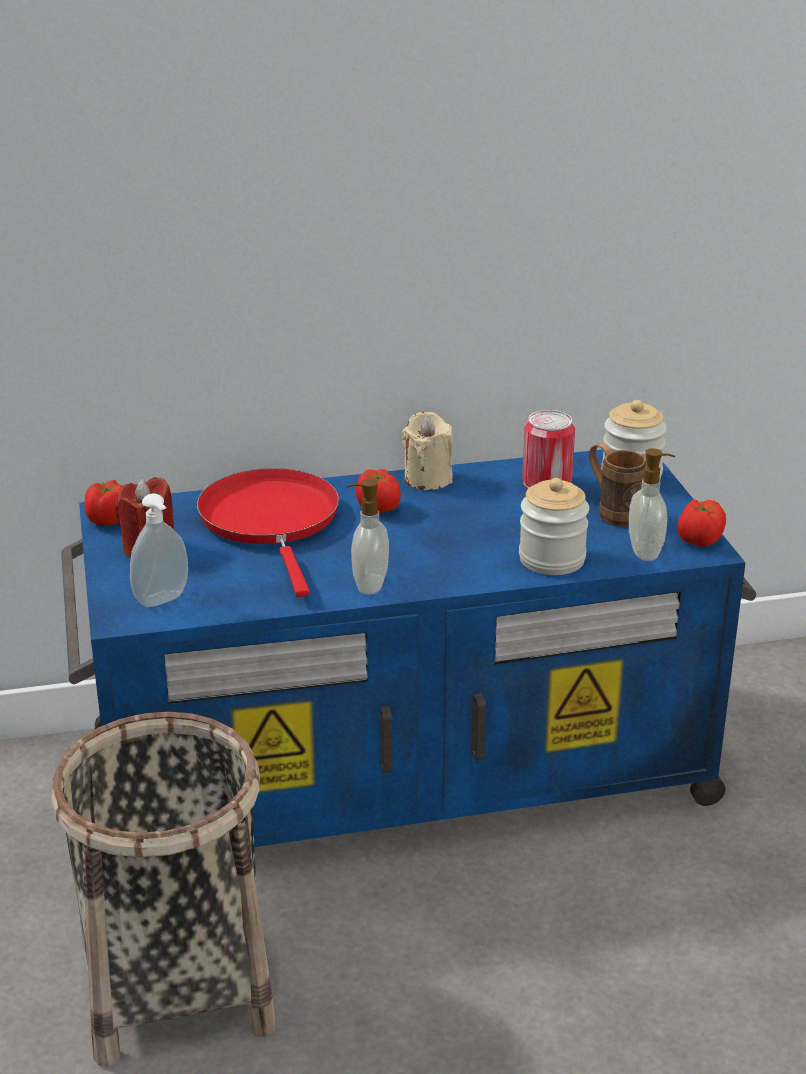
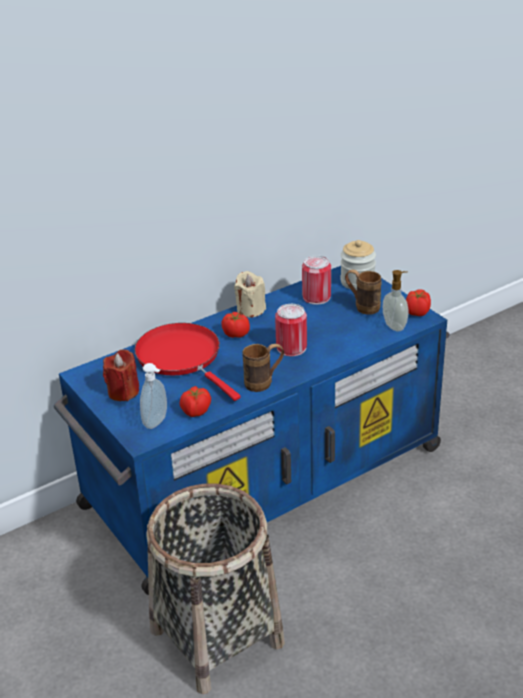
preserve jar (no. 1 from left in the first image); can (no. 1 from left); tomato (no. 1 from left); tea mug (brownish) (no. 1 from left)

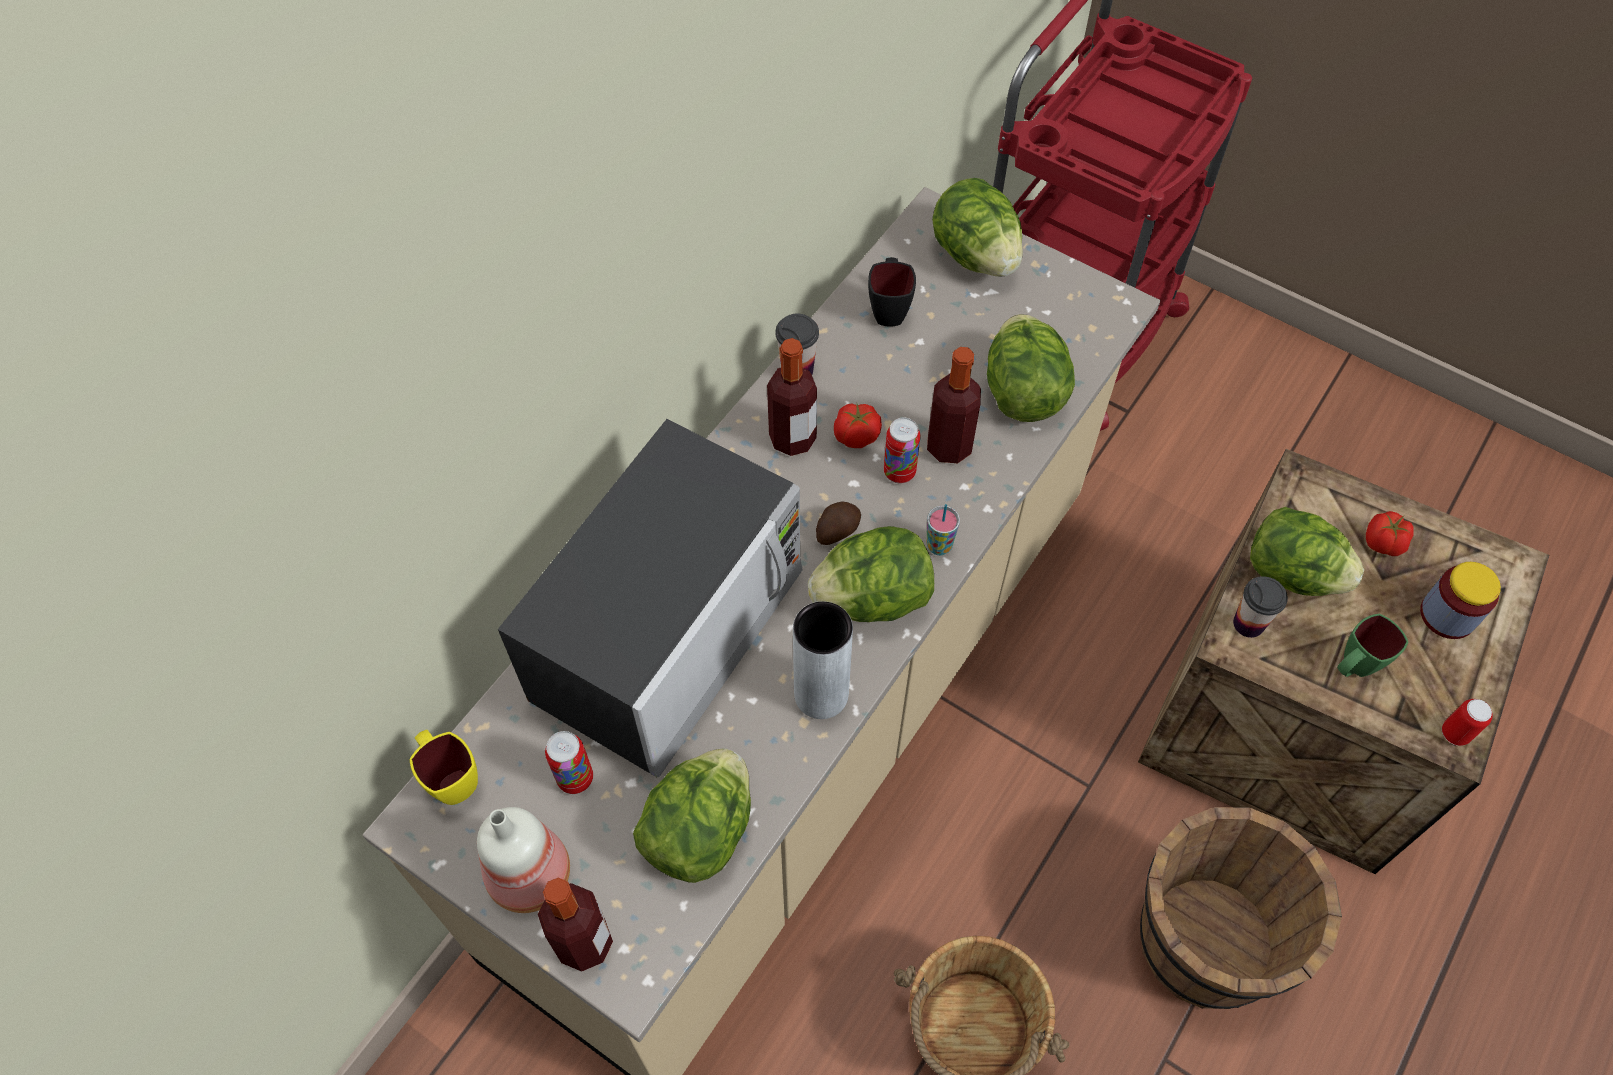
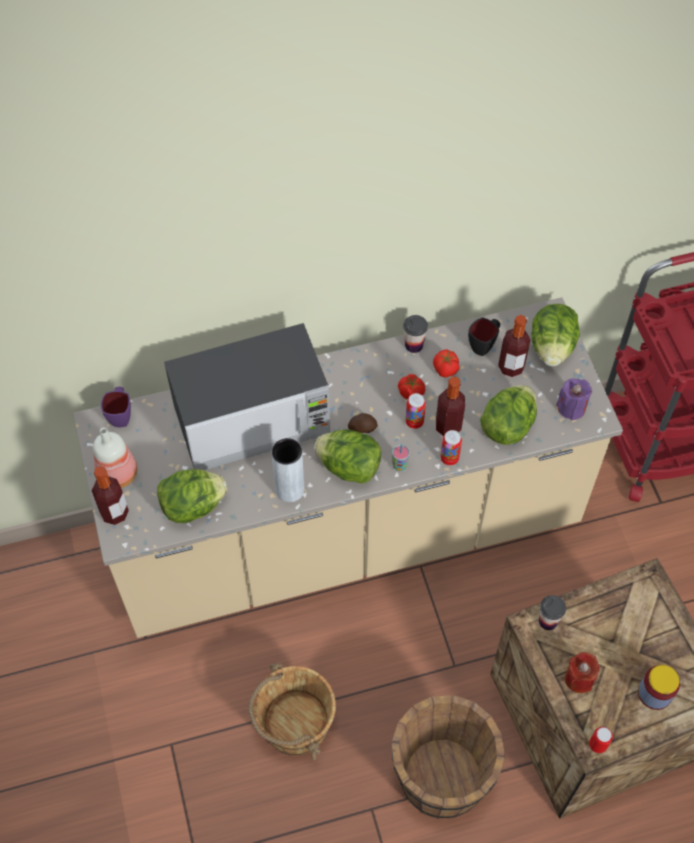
lettuce (no. 5 from left in the first image); wax light (purple); can (no. 2 from left); drink bottle (no. 4 from left); tomato (no. 2 from left); wax light (red-coloured); tea mug (purple)

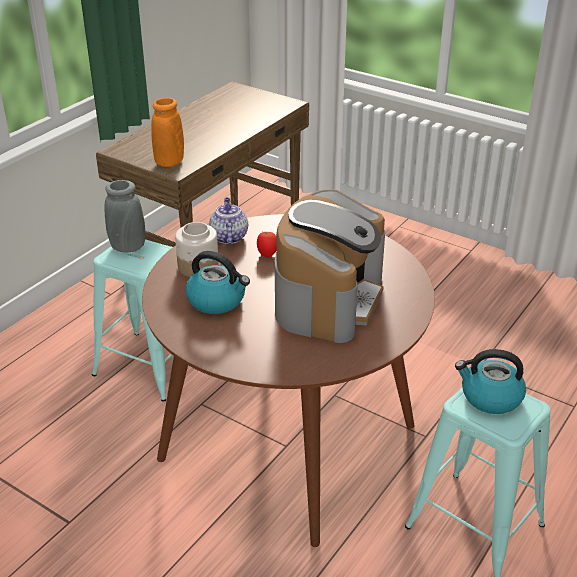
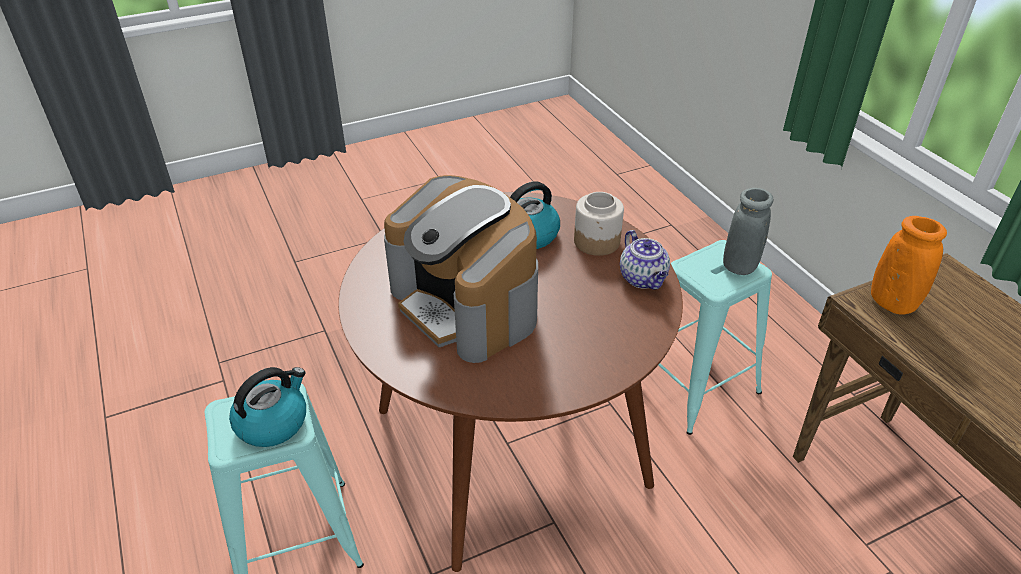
tomato; pot for tea

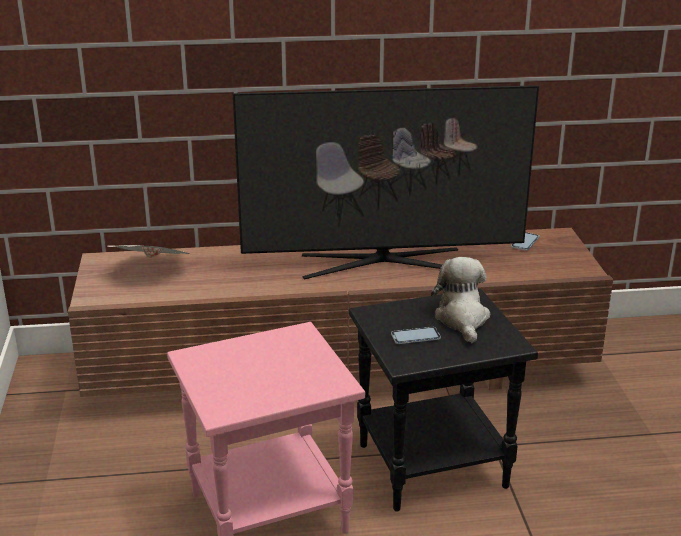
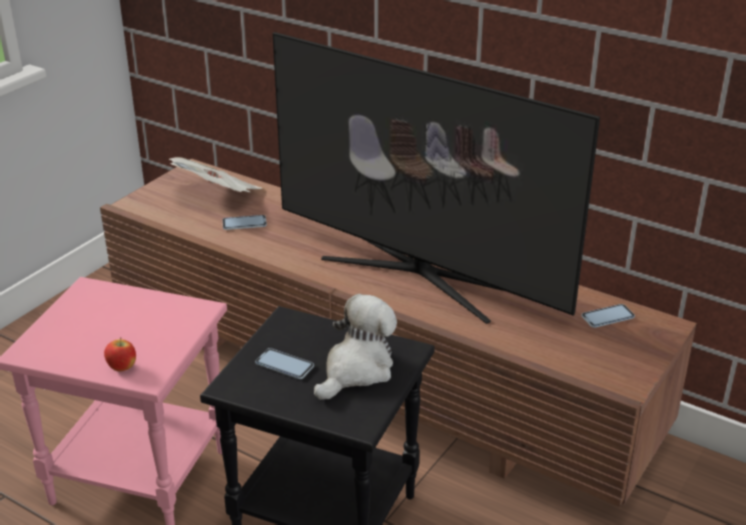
apple fruit; handset (no. 1 from left)

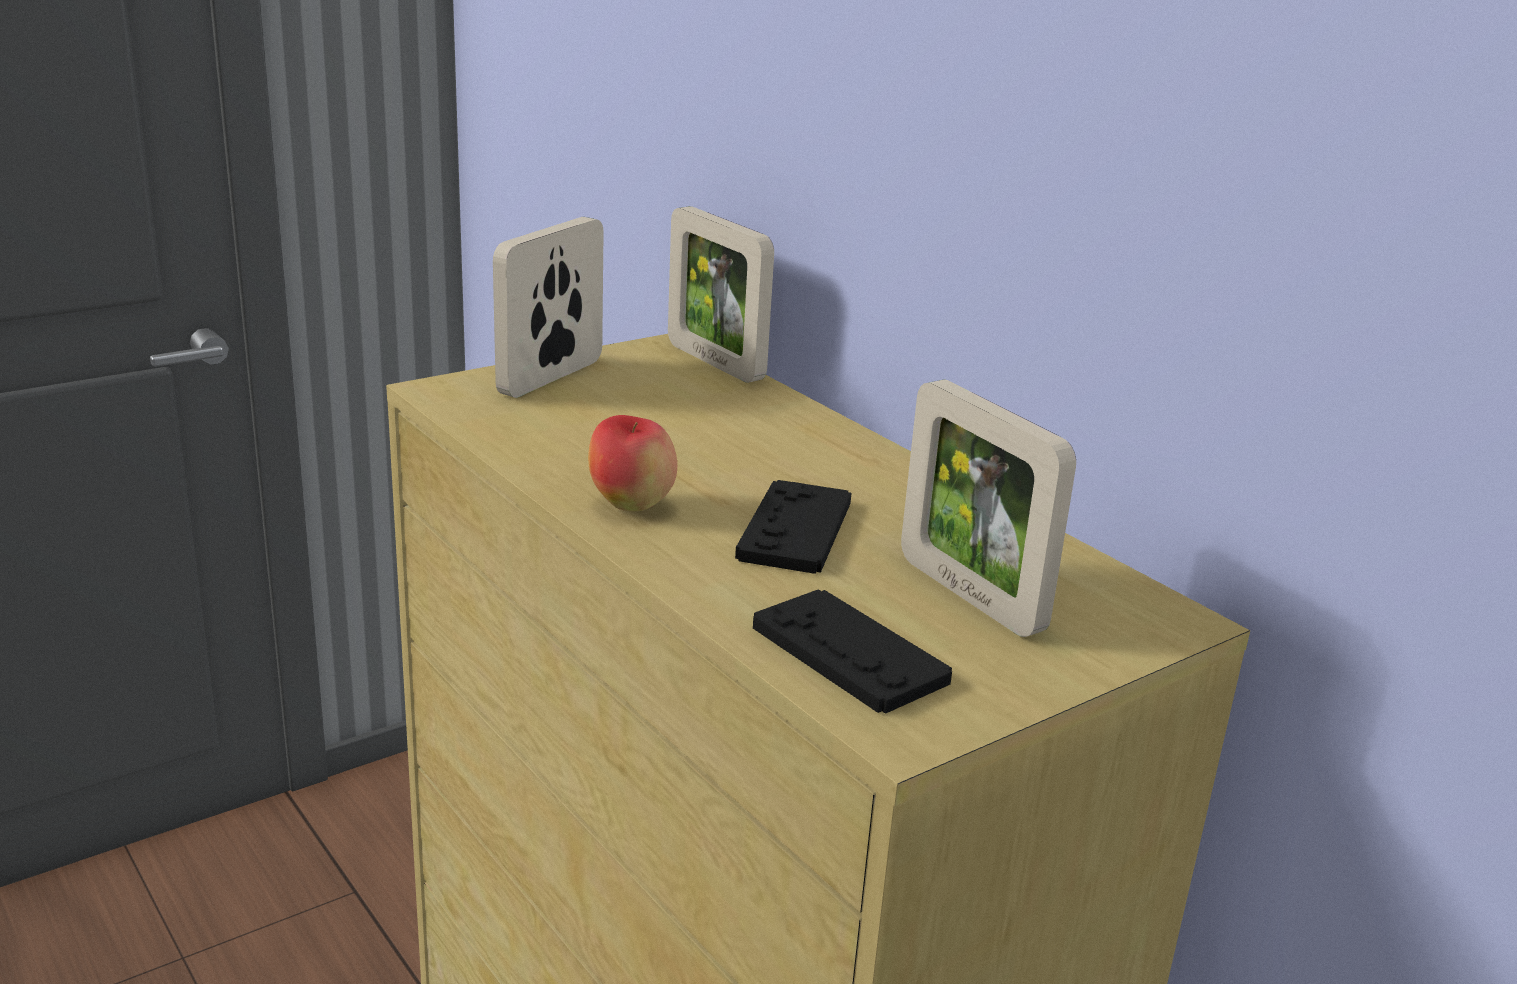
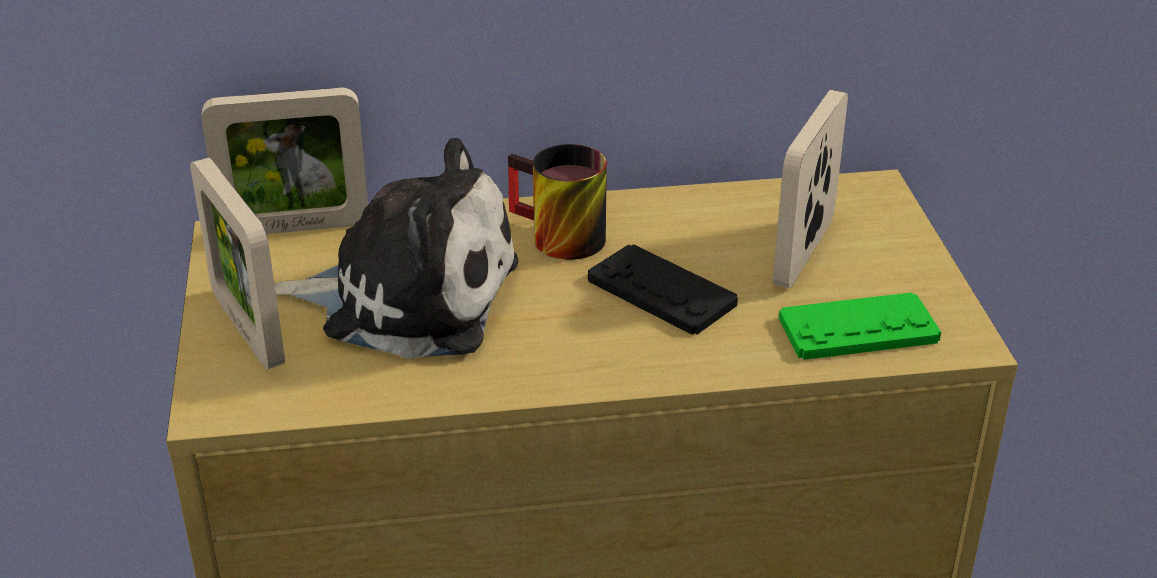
apple fruit; soft toy; tea mug; gamepad (greenish); picture frame (no. 3 from left)

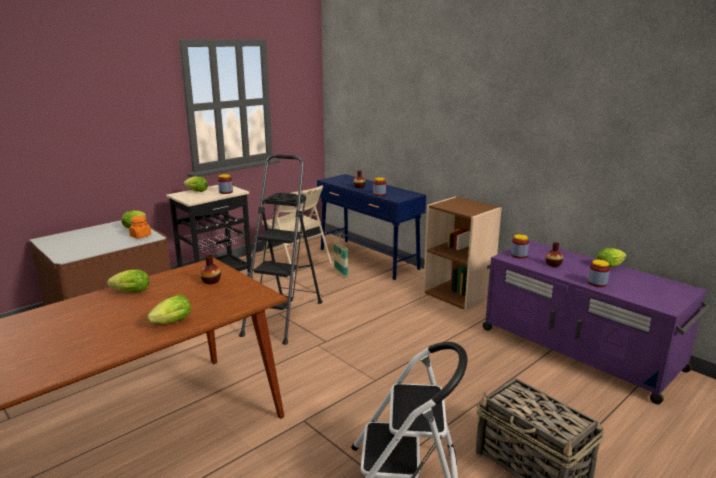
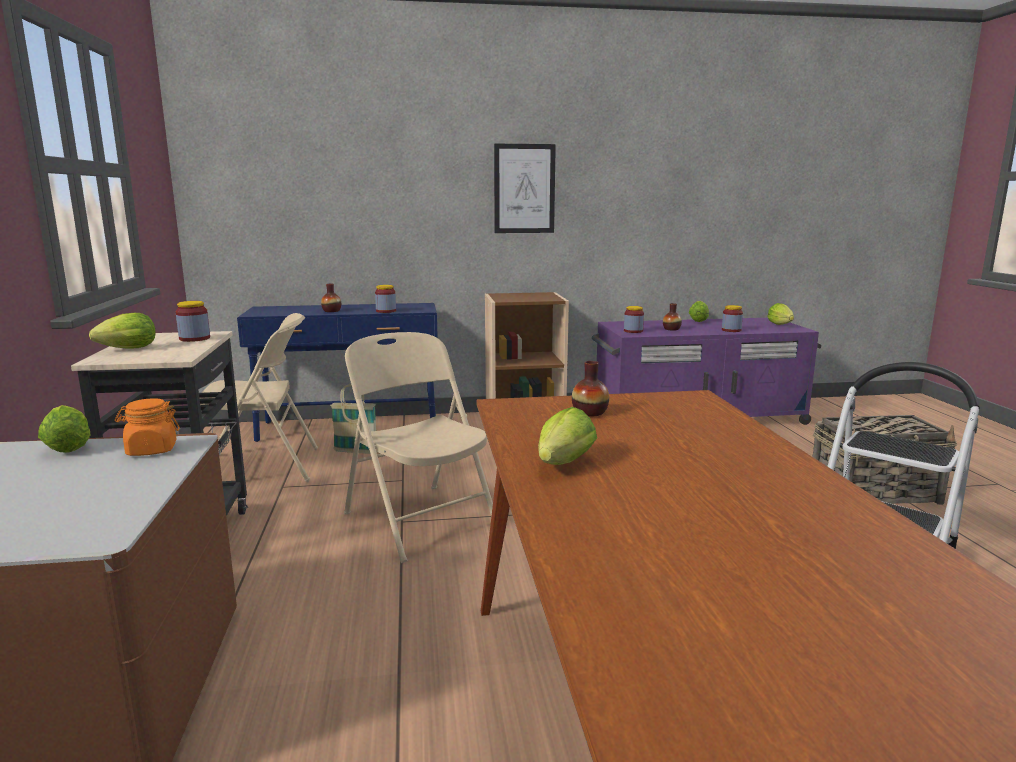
picture; lettuce (no. 5 from left); plain chair (beige-coloured) (no. 2 from left)

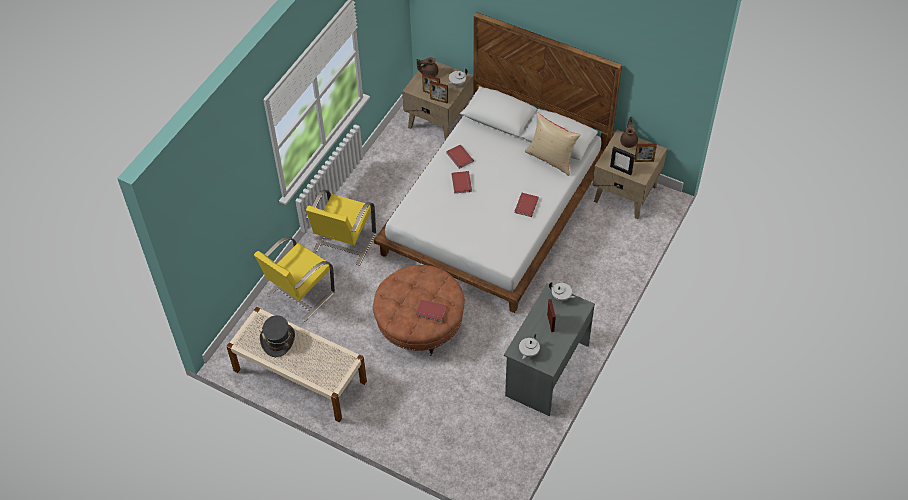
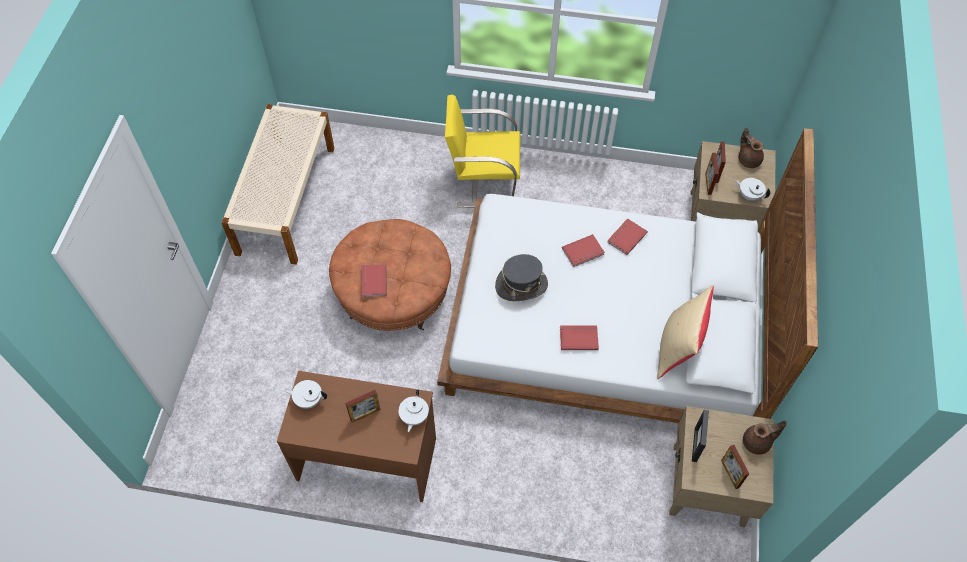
plain chair (yellow) (no. 1 from left in the first image); wearable hat (greyish); desk unit (brownish)

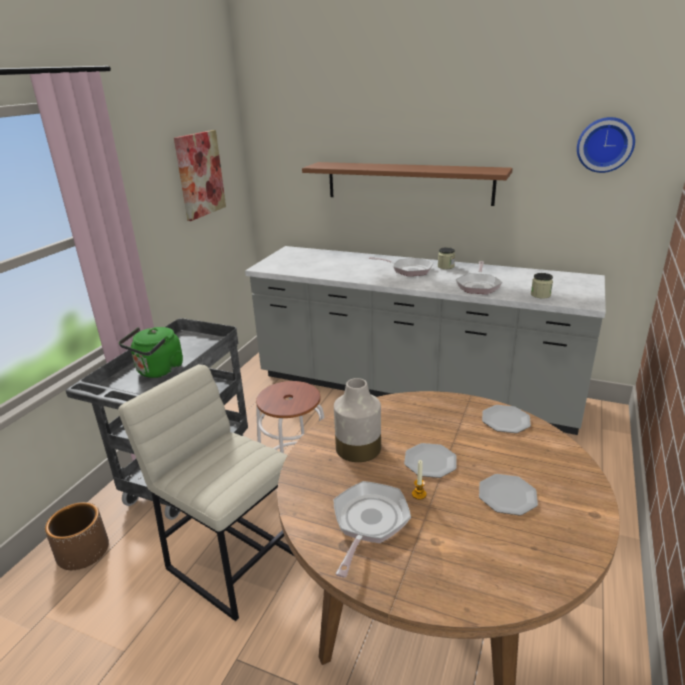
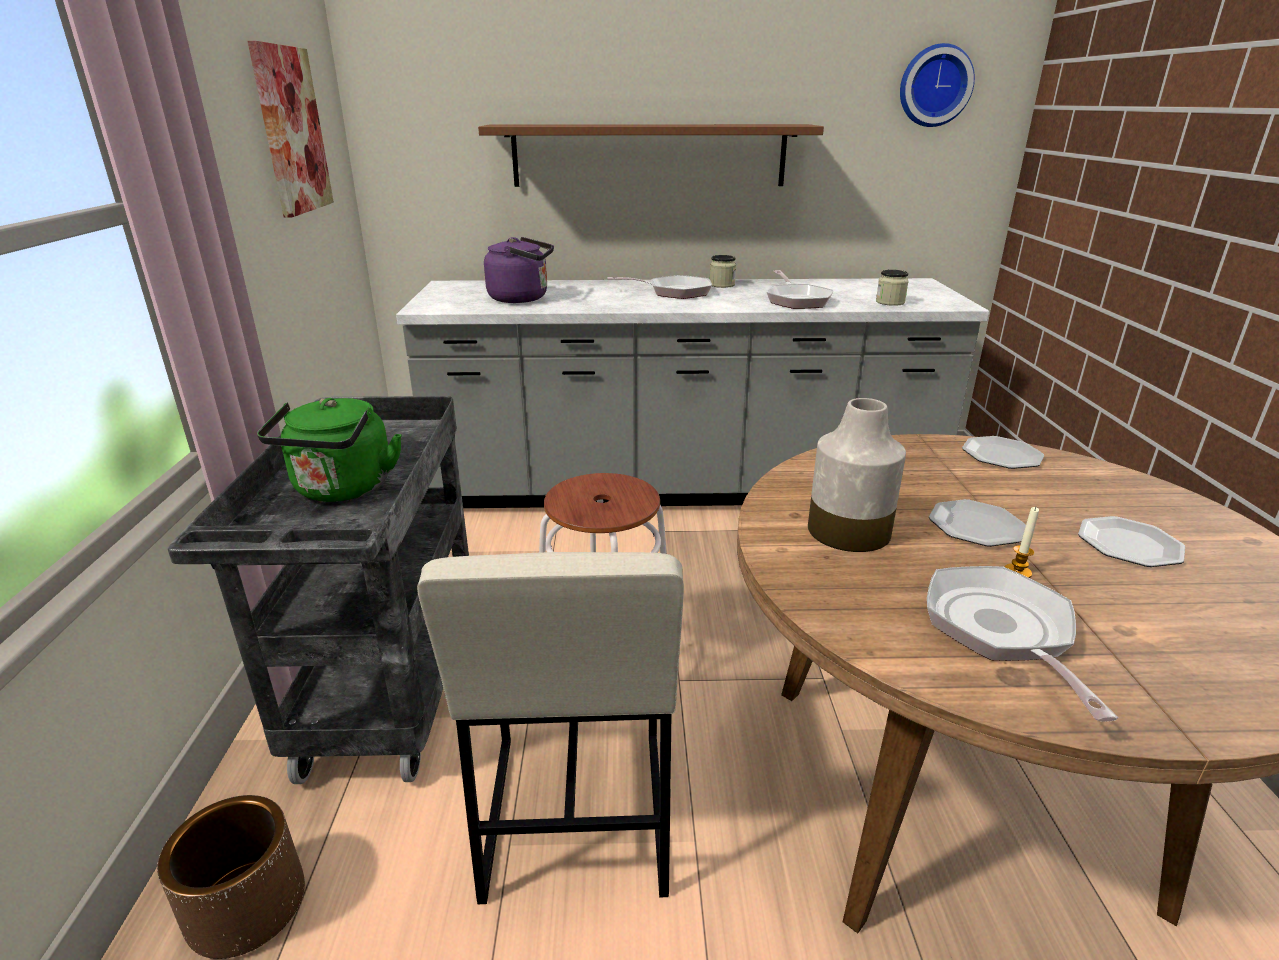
kettle (purple); plain chair (beige-coloured)

